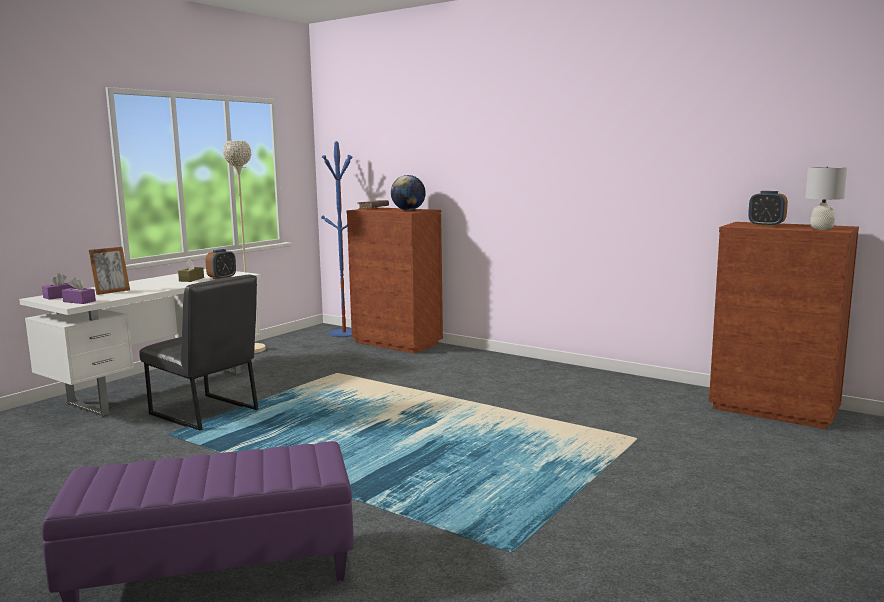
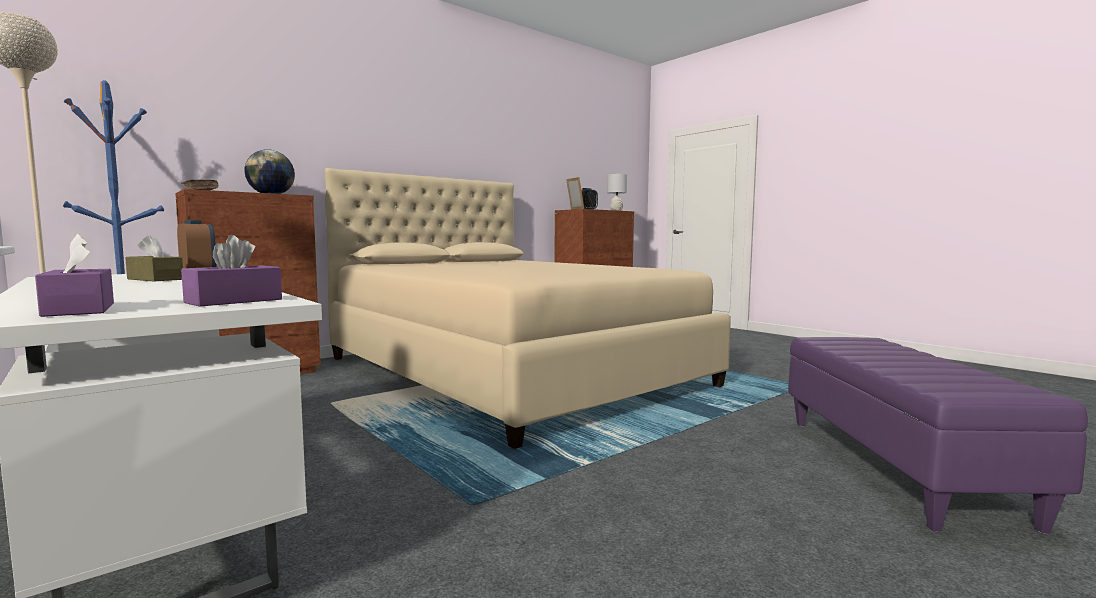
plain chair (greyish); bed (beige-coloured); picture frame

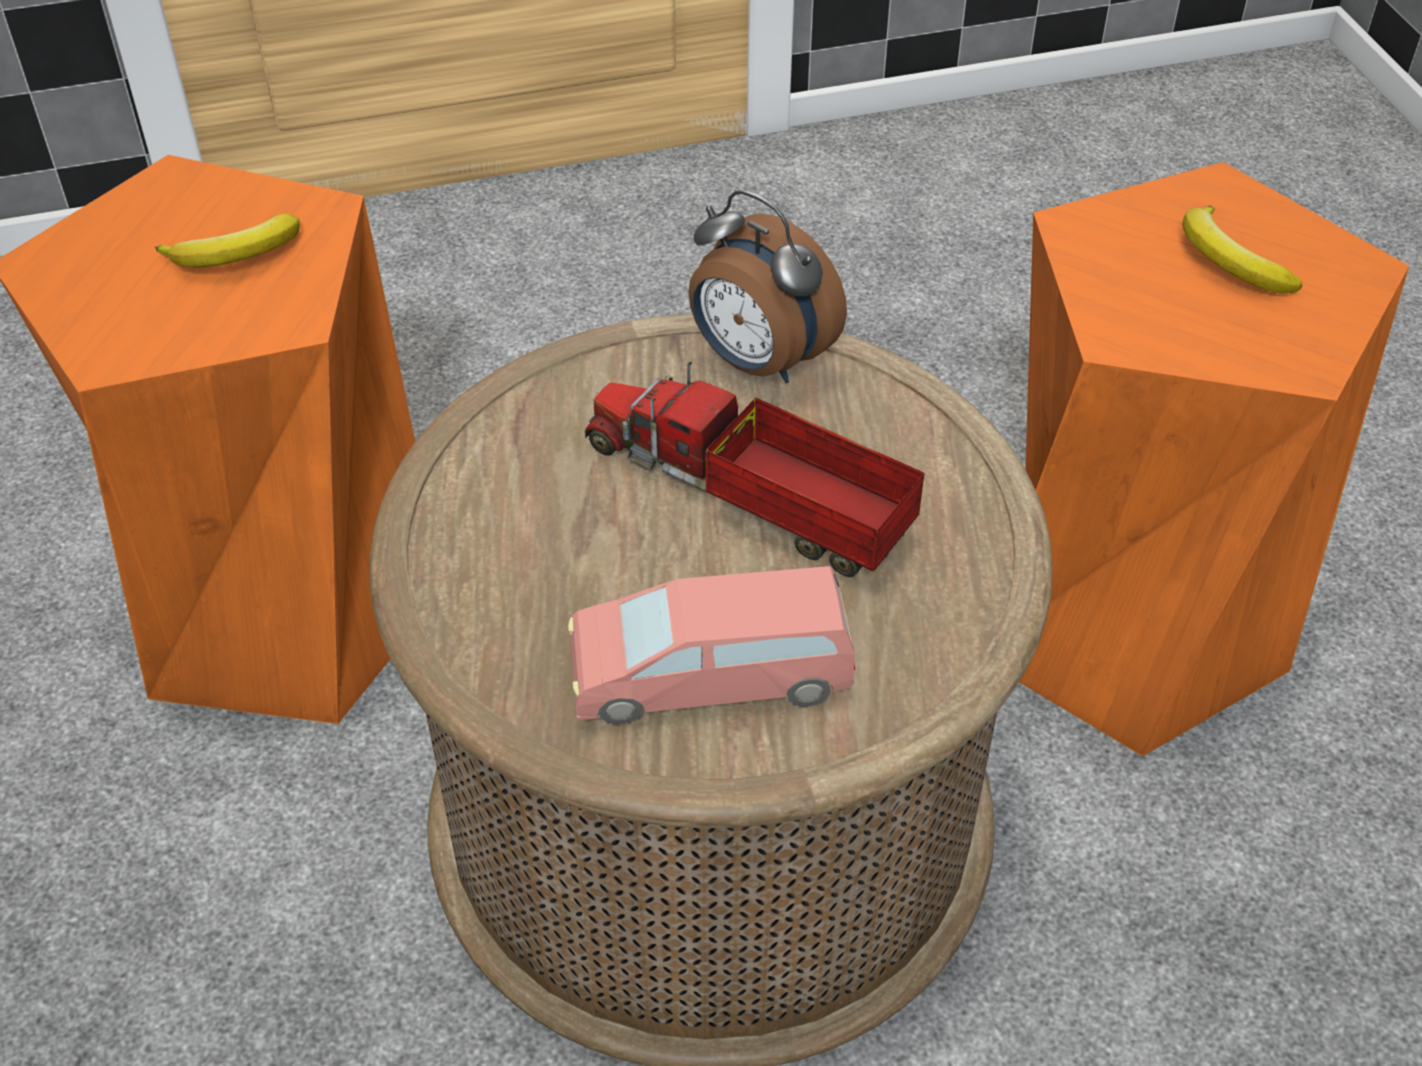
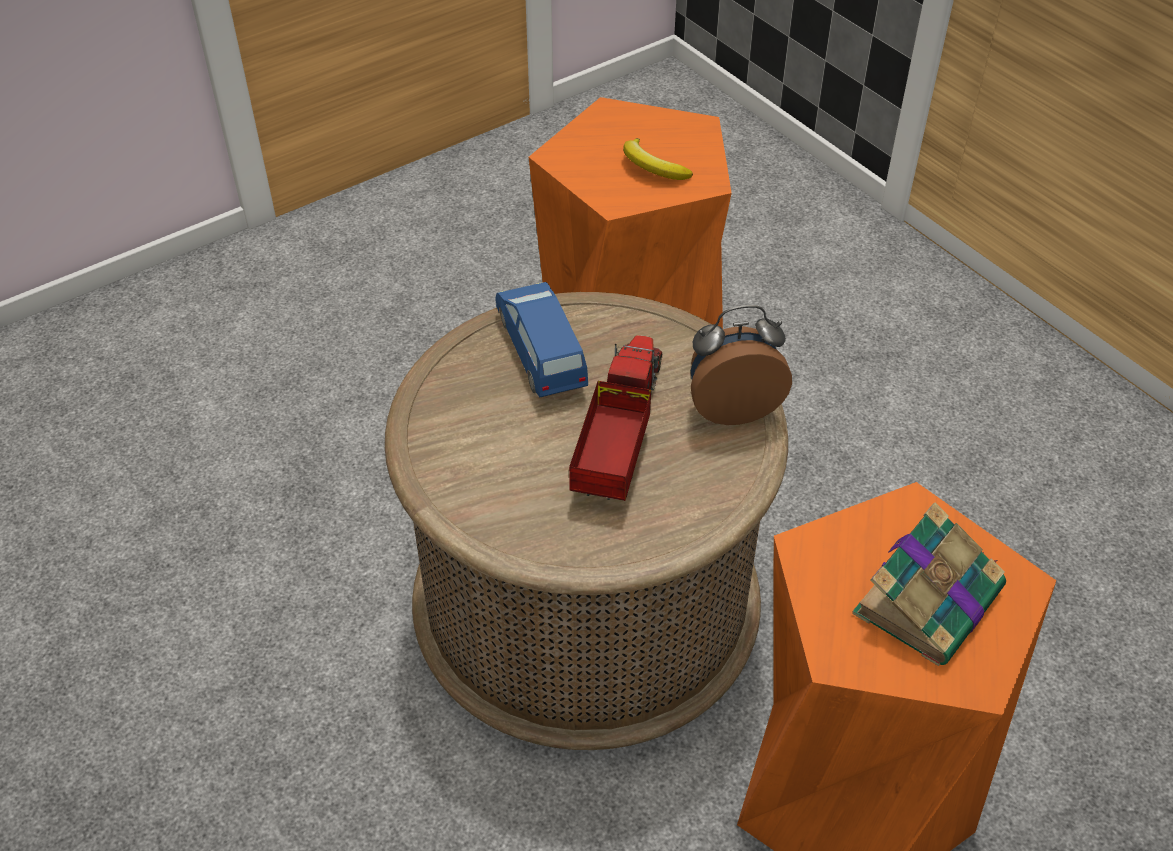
toy car (pinkish); toy car (bluish); volume; alarm clock

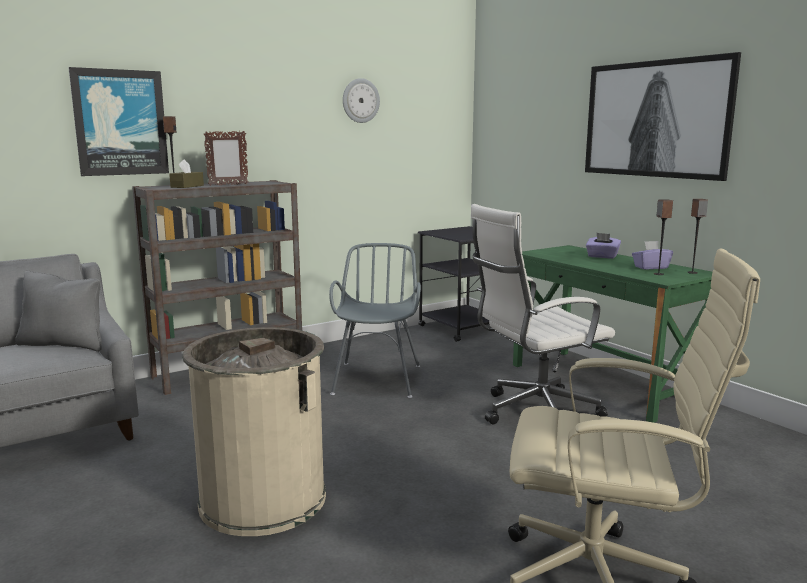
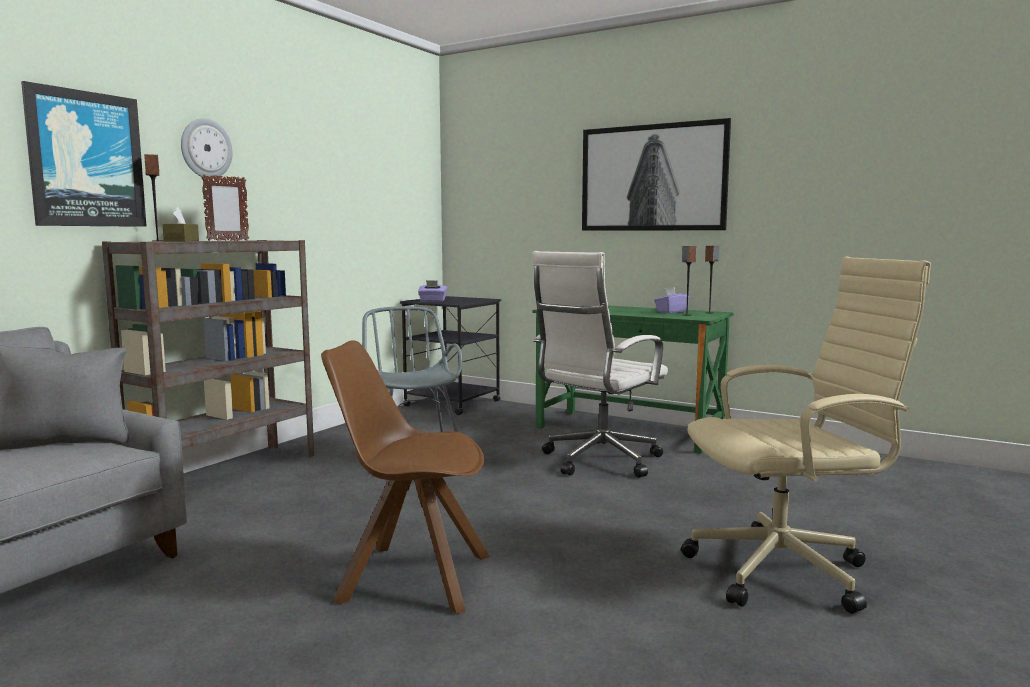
clock on the wall; box of tissues (purple) (no. 1 from left); plain chair (brownish)

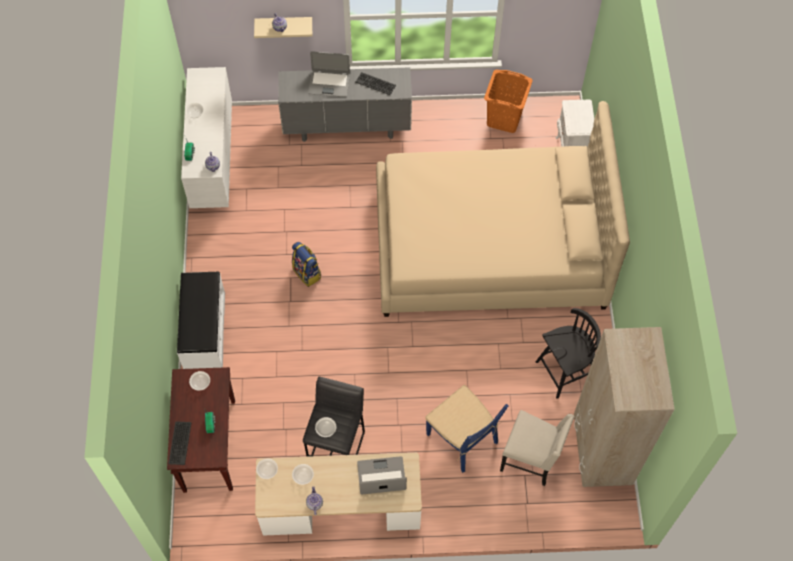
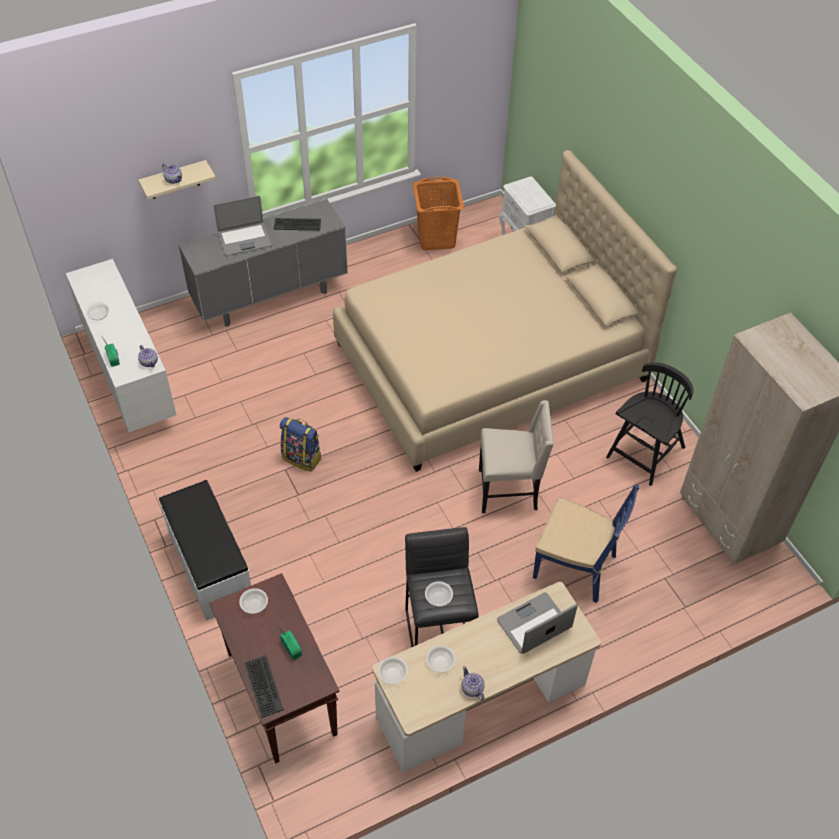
plain chair (beige-coloured)

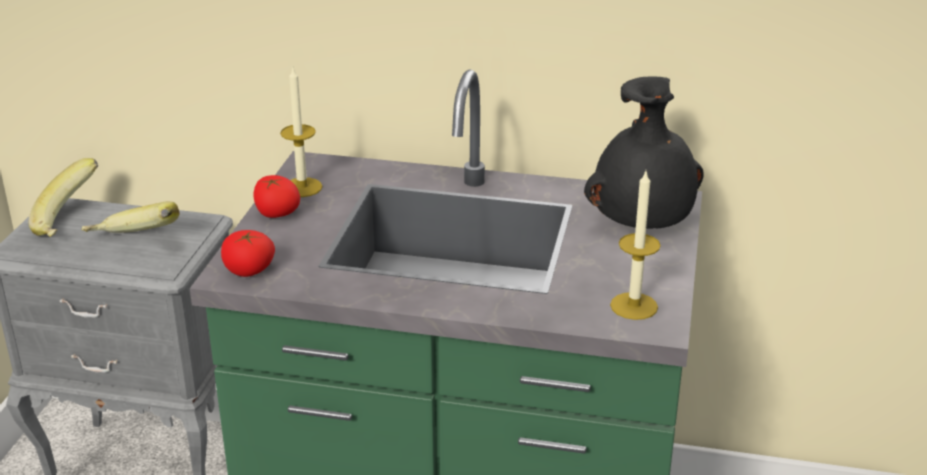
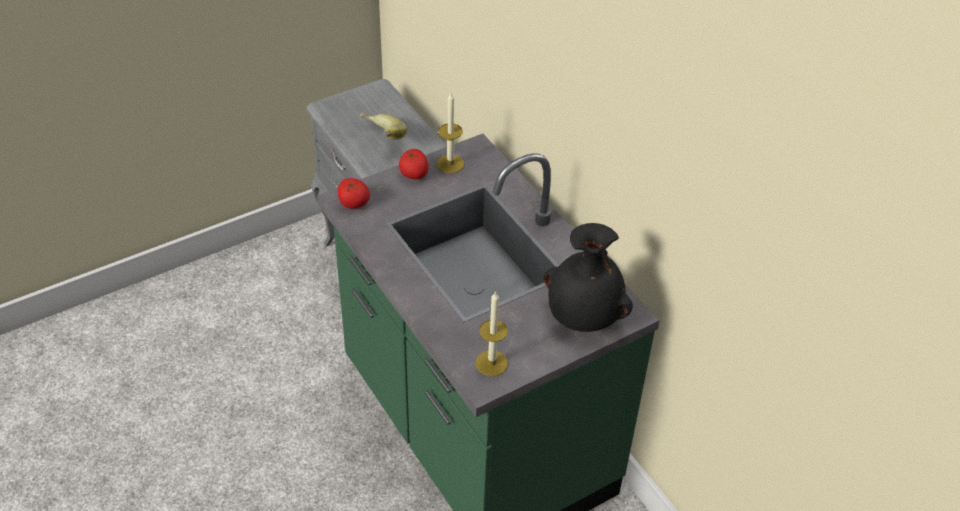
whole banana (no. 1 from left in the first image)

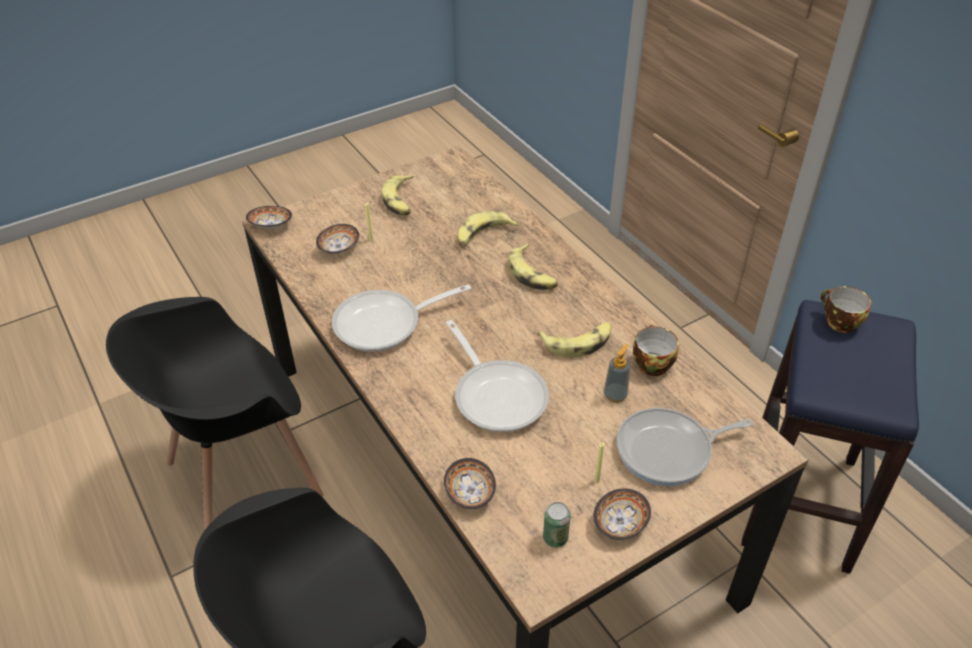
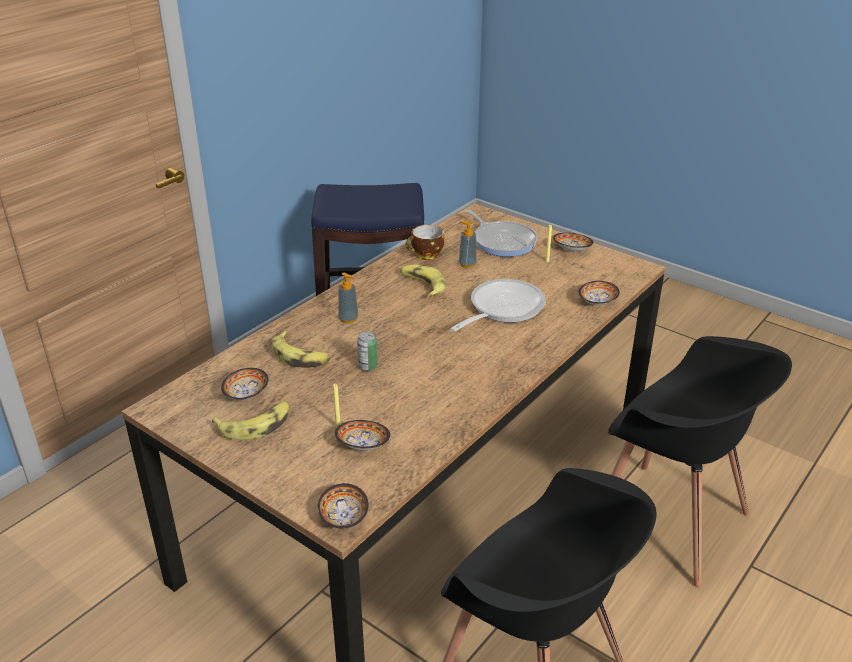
skillet (no. 1 from left in the first image); small cup (no. 2 from left in the first image); serving bowl (no. 1 from left); can; soap dispenser (no. 1 from left)

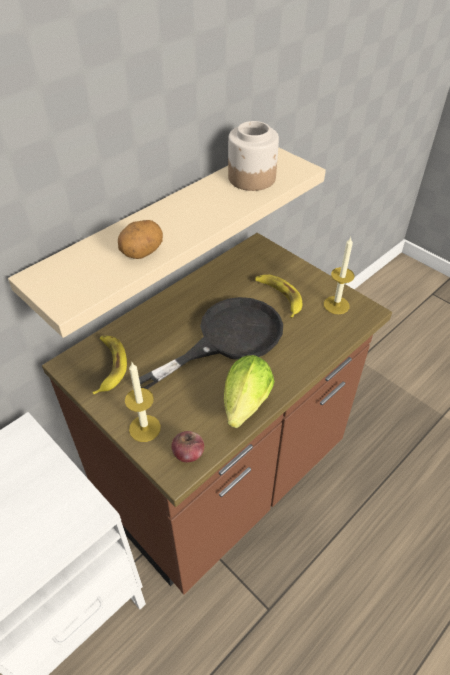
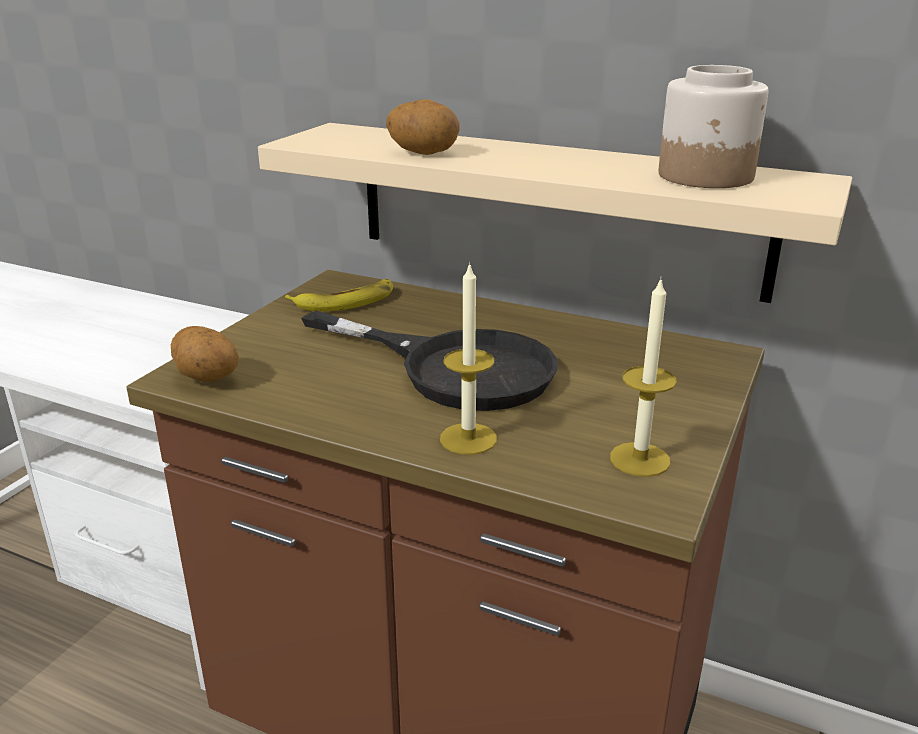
lettuce; whole banana (no. 2 from left in the first image); wax light (no. 1 from left); potato (no. 1 from left)

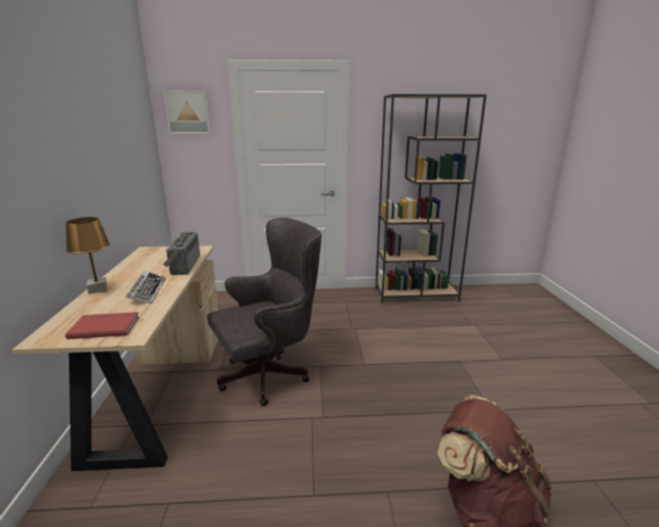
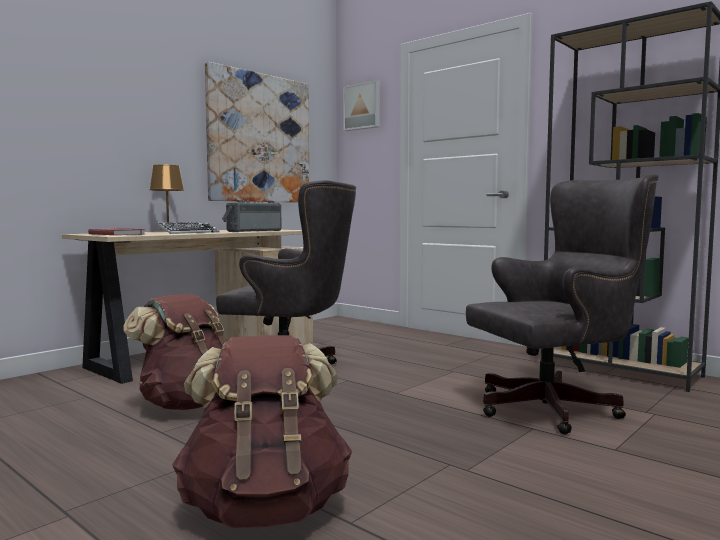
rucksack (brownish) (no. 1 from left); picture (no. 1 from left); office chair (greyish) (no. 2 from left)

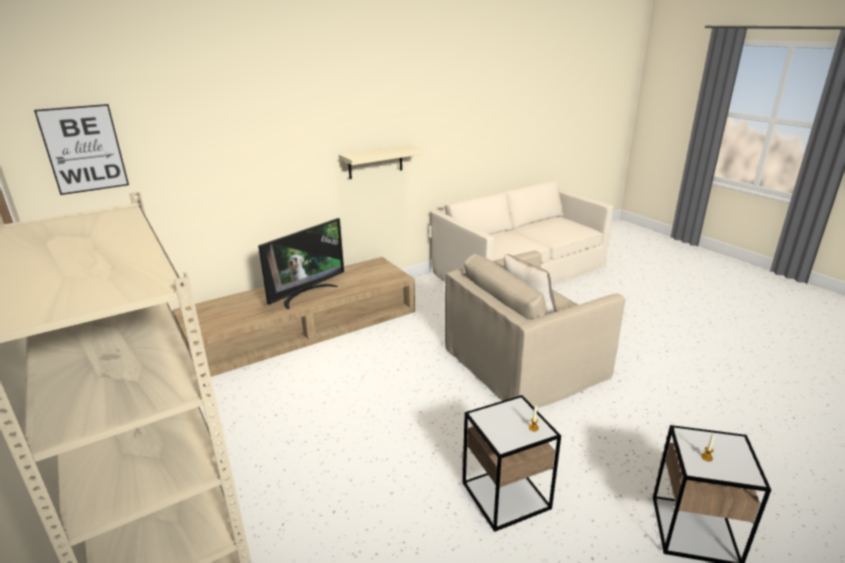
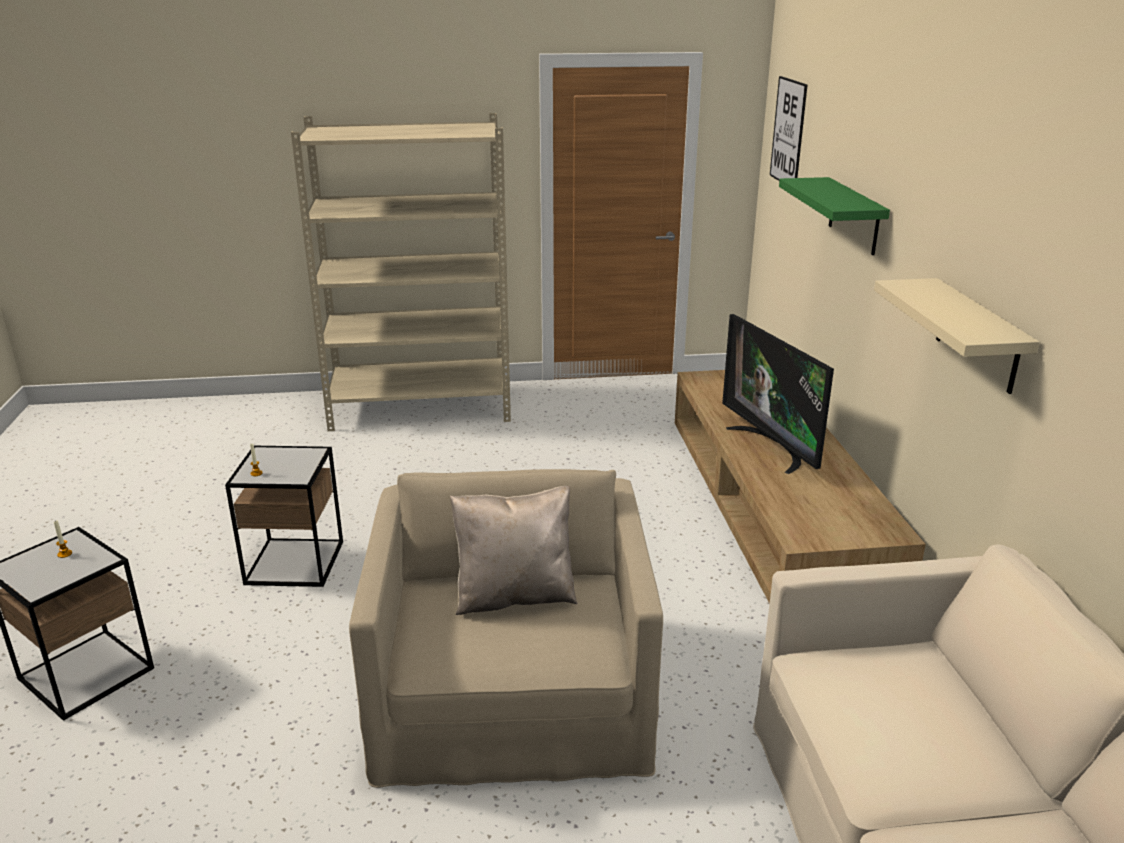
bracket shelf (greenish)

